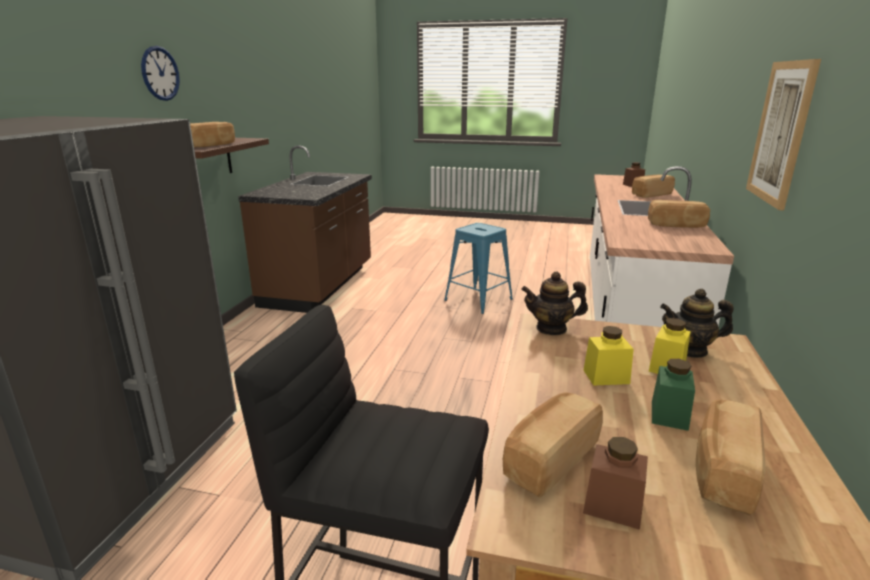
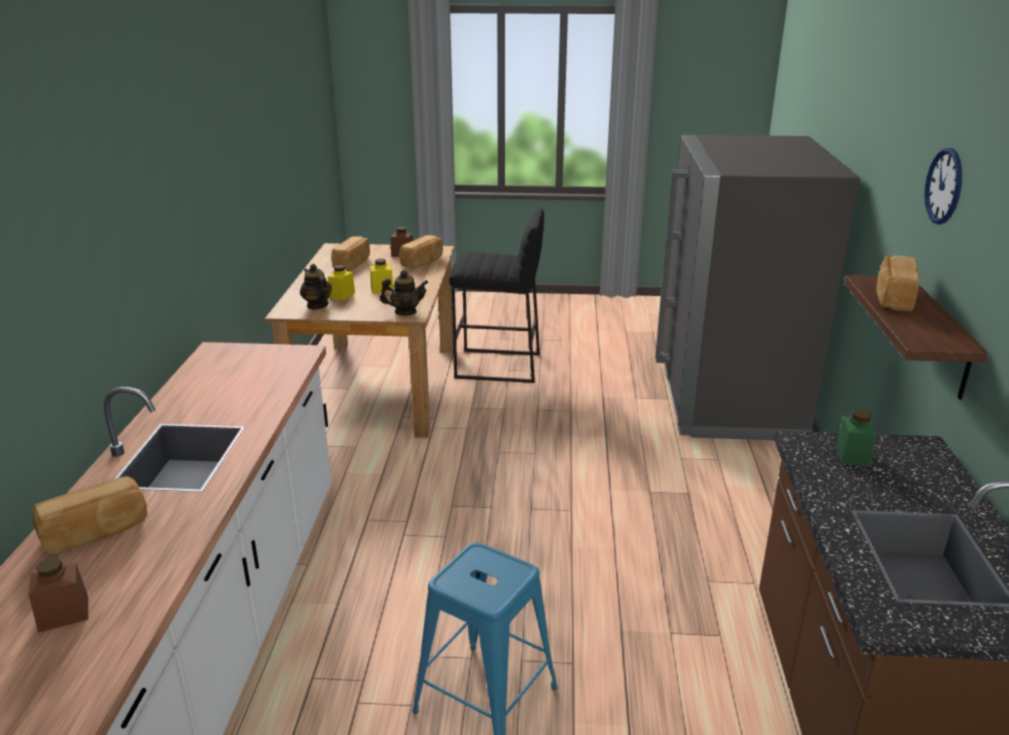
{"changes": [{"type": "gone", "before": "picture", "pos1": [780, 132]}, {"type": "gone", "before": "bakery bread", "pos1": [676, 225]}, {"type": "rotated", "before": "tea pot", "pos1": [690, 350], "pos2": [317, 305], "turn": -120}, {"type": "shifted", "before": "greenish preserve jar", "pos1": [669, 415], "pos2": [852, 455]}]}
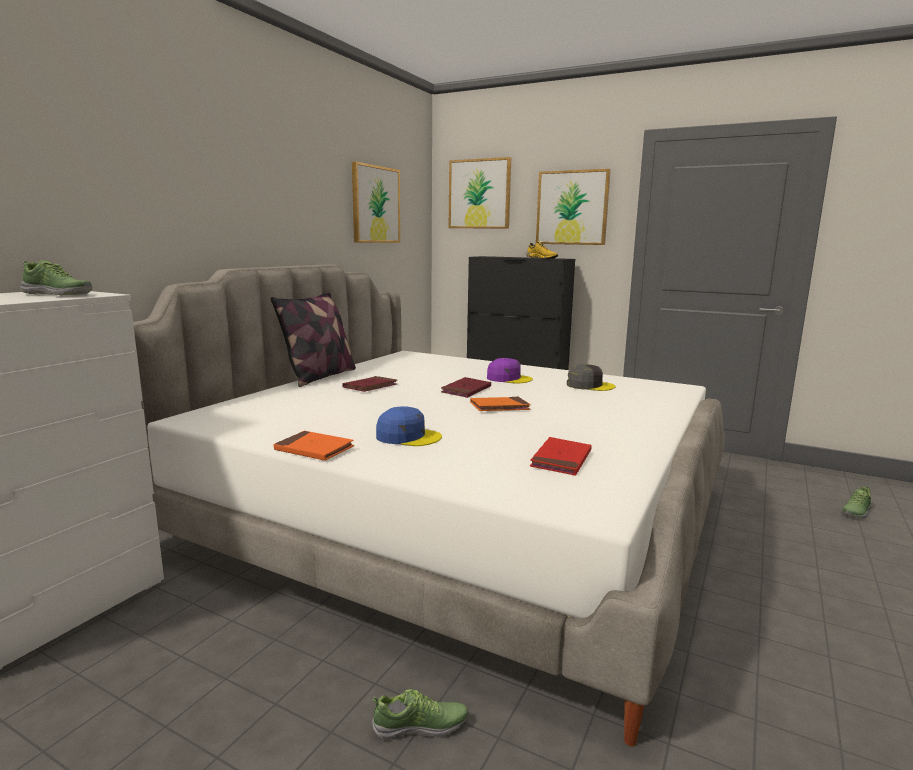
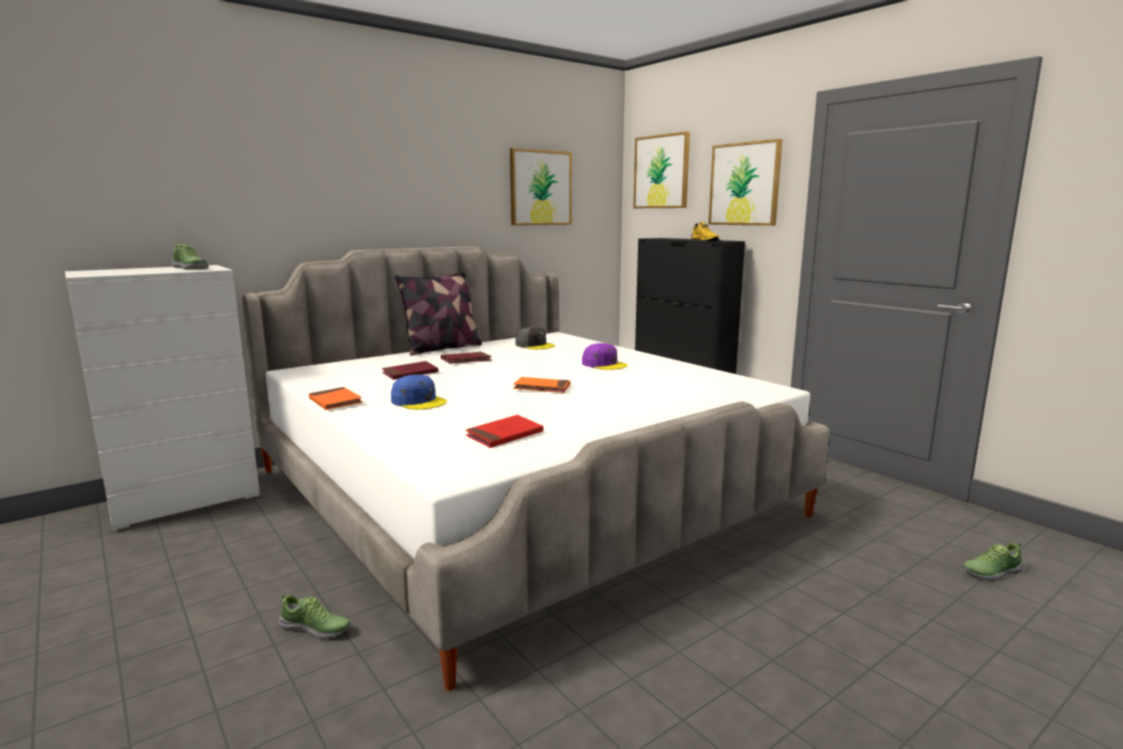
{"changes": [{"type": "shifted", "before": "gray baseball cap", "pos1": [589, 385], "pos2": [535, 345]}, {"type": "shifted", "before": "red book", "pos1": [466, 390], "pos2": [410, 373]}]}
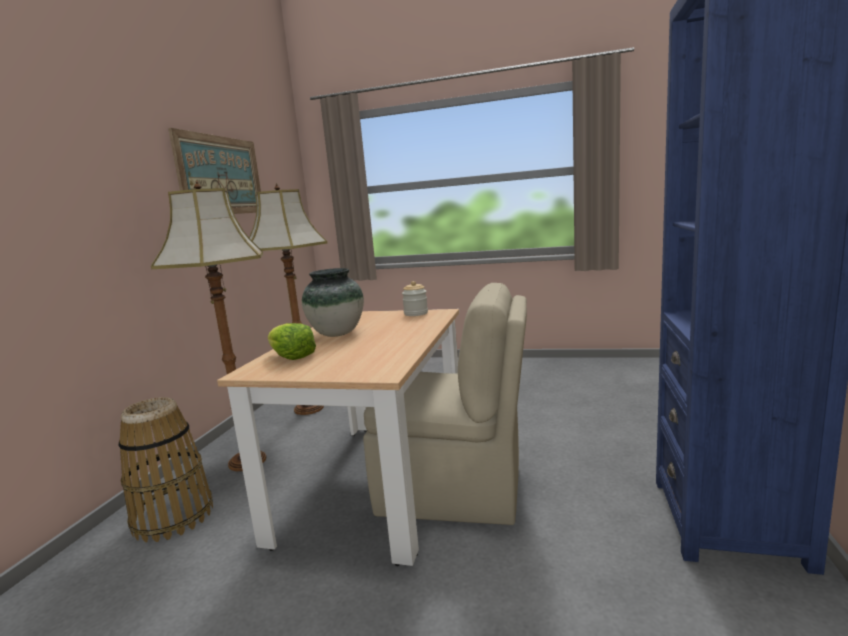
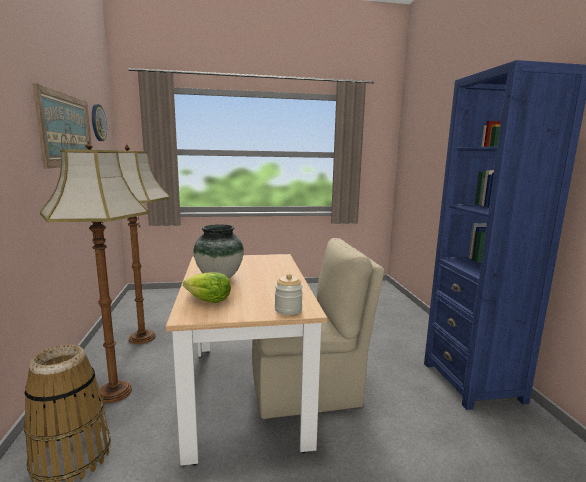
{"changes": [{"type": "shifted", "before": "preserve jar", "pos1": [416, 313], "pos2": [288, 309]}, {"type": "new", "after": "wall clock", "pos2": [98, 122]}]}
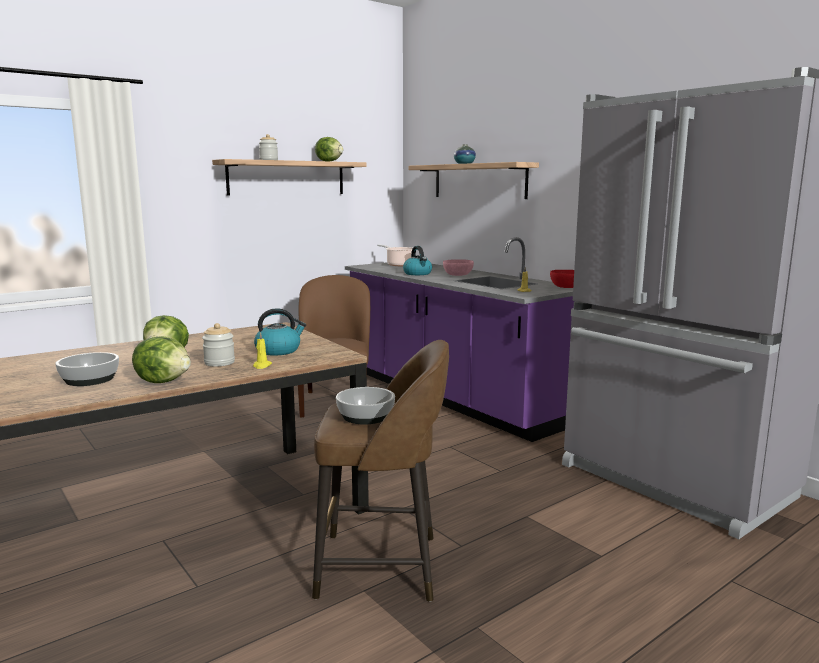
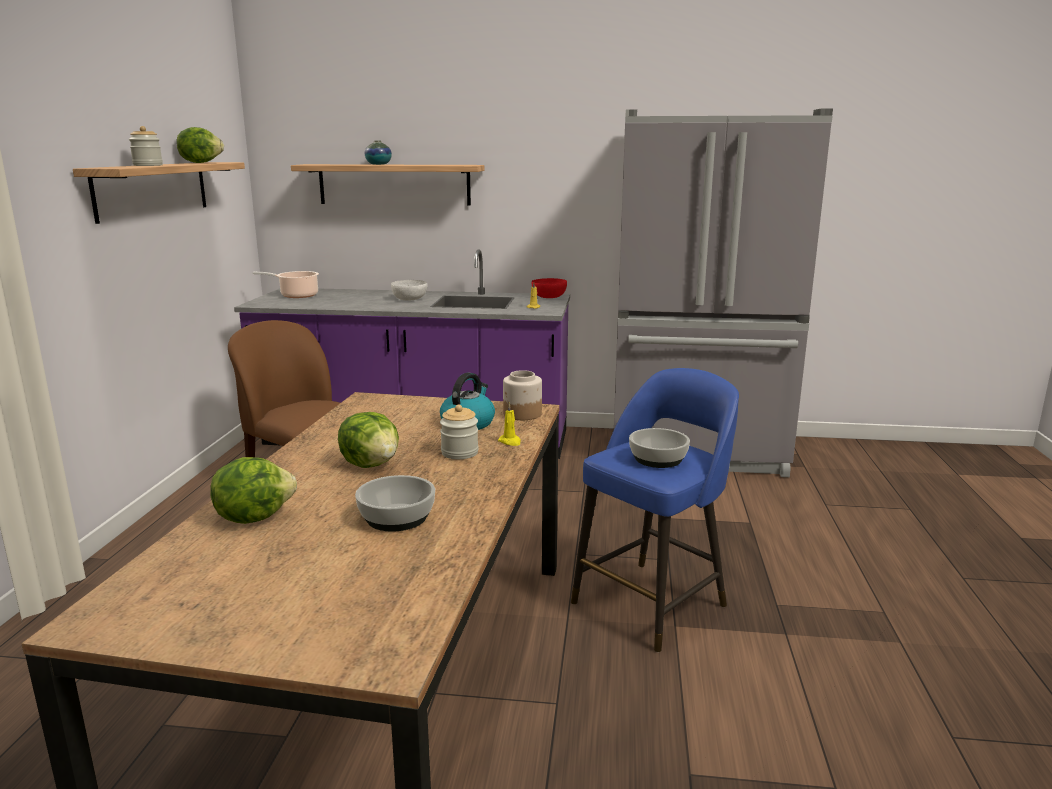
{"changes": [{"type": "gone", "before": "kettle", "pos1": [418, 273]}, {"type": "repainted", "before": "pink-coloured bowl", "after": "white-coloured bowl", "pos1": [458, 275], "pos2": [410, 299]}, {"type": "shifted", "before": "lettuce head", "pos1": [164, 381], "pos2": [254, 516]}, {"type": "repainted", "before": "brown stool seat", "after": "blue-coloured stool seat", "pos1": [382, 566], "pos2": [652, 602]}, {"type": "new", "after": "preserve jar", "pos2": [522, 414]}]}
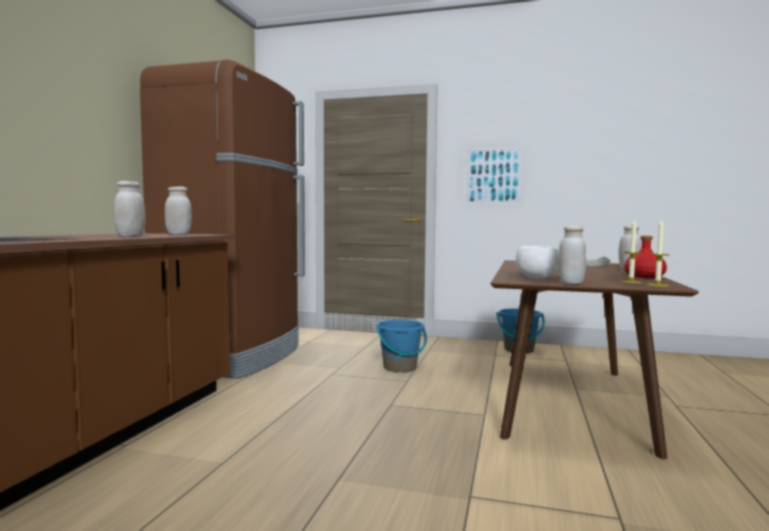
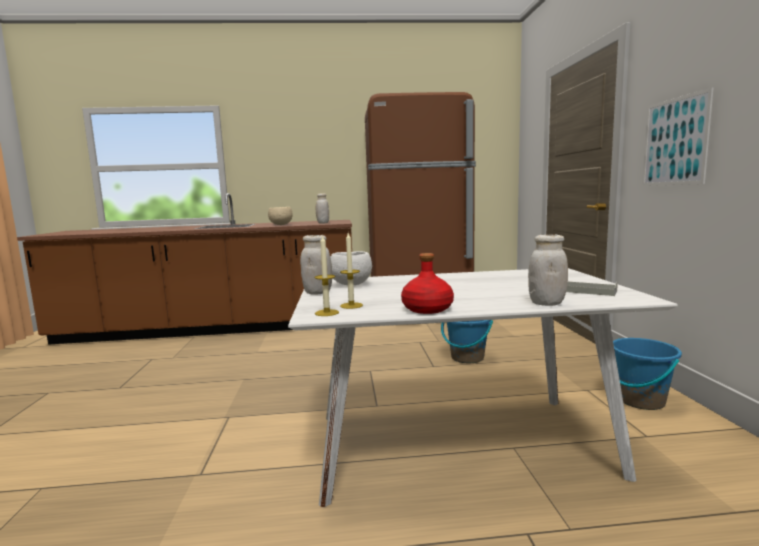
{"changes": [{"type": "swapped", "before": "white-coloured preserve jar", "after": "beige bowl", "pos1": [130, 236], "pos2": [281, 225]}, {"type": "repainted", "before": "brown kitchen table", "after": "white-coloured kitchen table", "pos1": [571, 401], "pos2": [459, 446]}]}
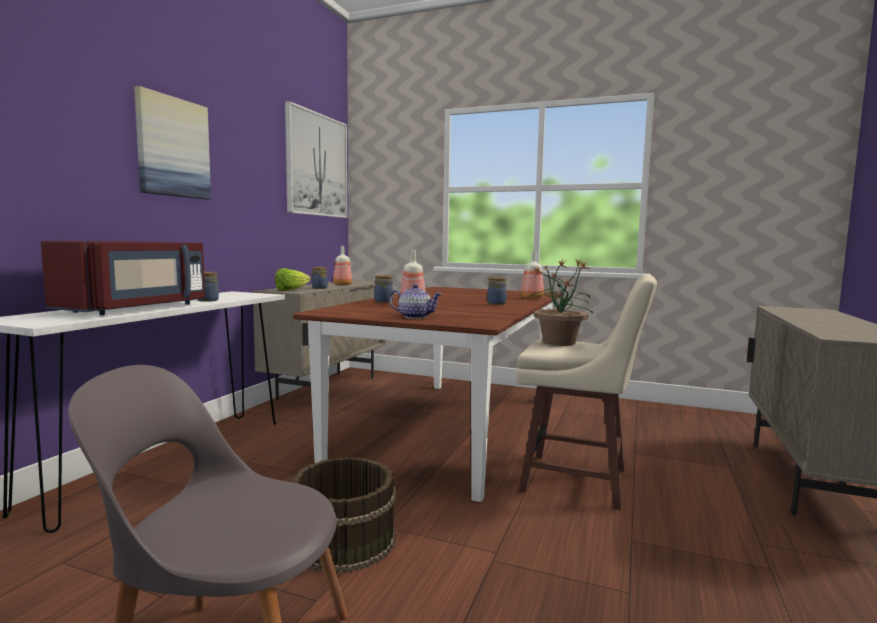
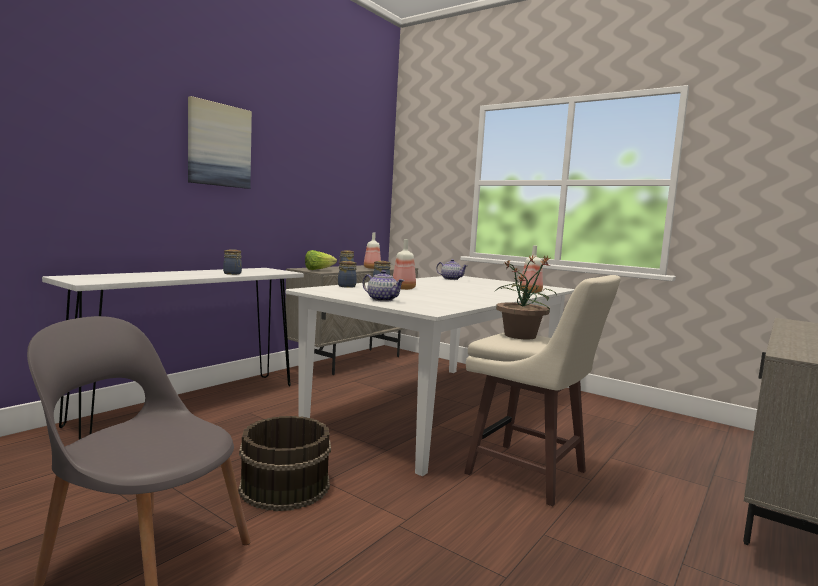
{"changes": [{"type": "gone", "before": "picture", "pos1": [317, 165]}, {"type": "gone", "before": "red microwave", "pos1": [137, 308]}, {"type": "shifted", "before": "preserve jar", "pos1": [496, 303], "pos2": [347, 286]}, {"type": "repainted", "before": "brown kitchen table", "after": "white-coloured kitchen table", "pos1": [451, 428], "pos2": [440, 409]}, {"type": "new", "after": "tea pot", "pos2": [451, 279]}]}
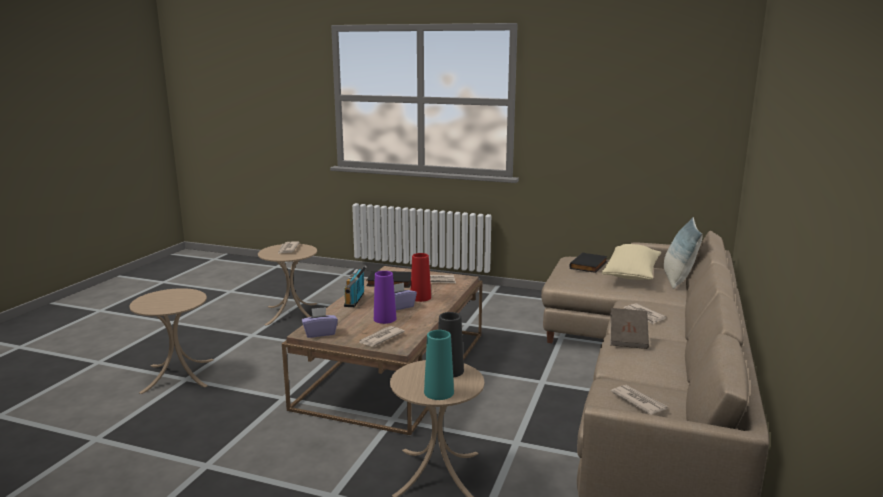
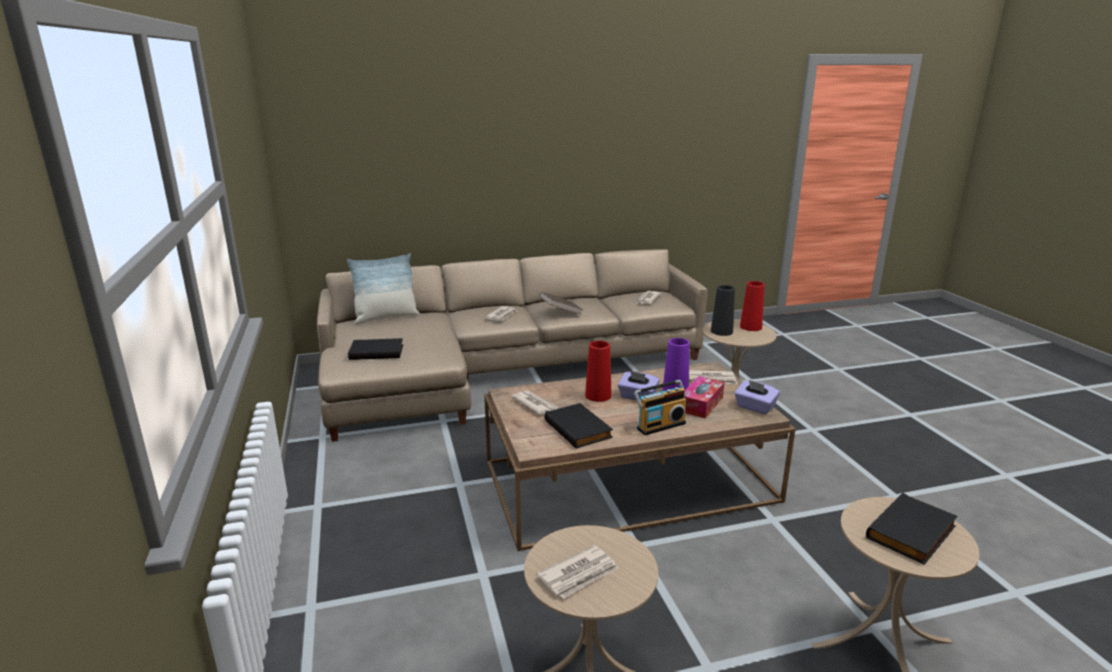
{"changes": [{"type": "gone", "before": "beige cushion", "pos1": [631, 274]}, {"type": "repainted", "before": "blue-green decorative vase", "after": "red decorative vase", "pos1": [439, 392], "pos2": [750, 327]}, {"type": "new", "after": "tissue holder", "pos2": [701, 404]}, {"type": "new", "after": "blackish book", "pos2": [912, 533]}]}
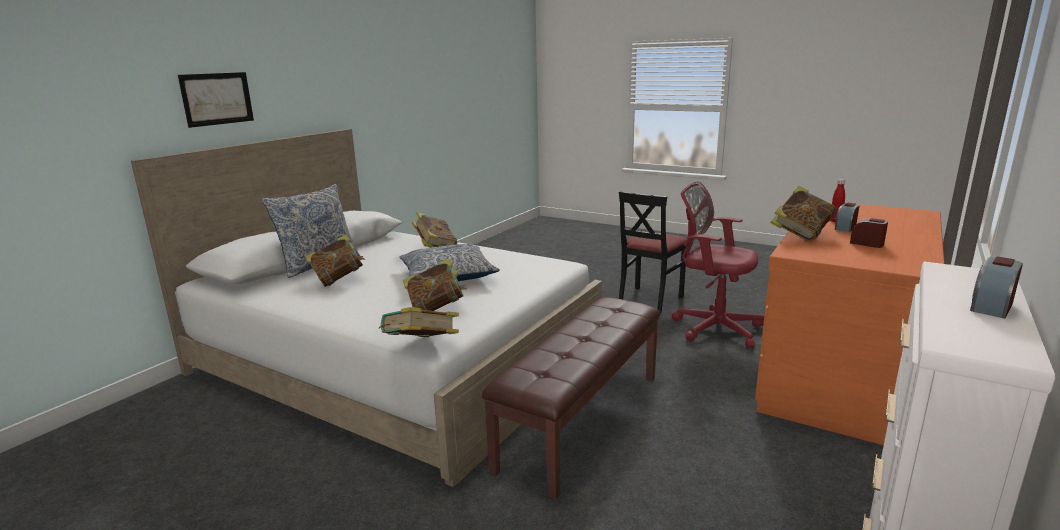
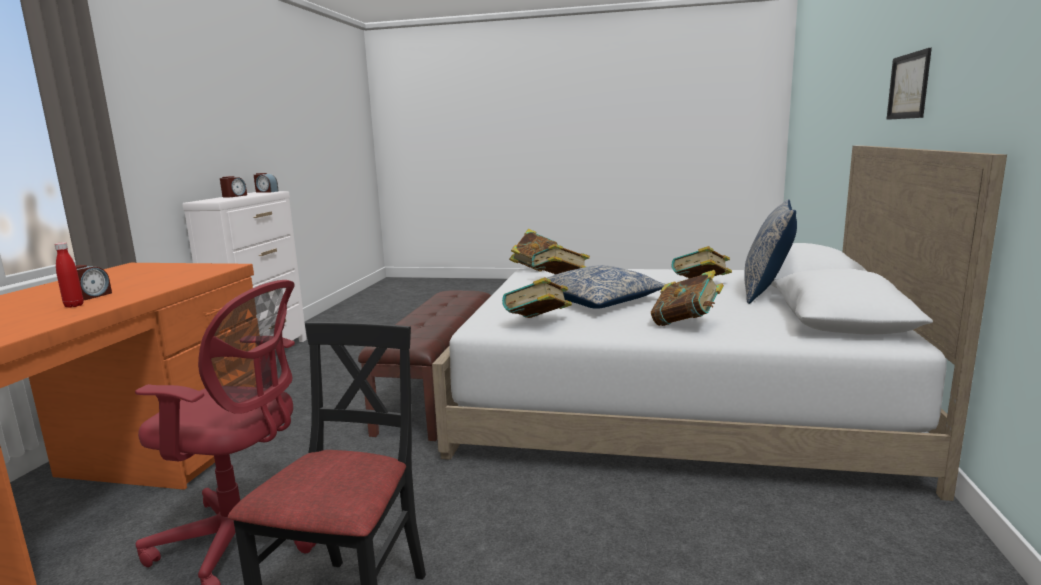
{"changes": [{"type": "shifted", "before": "book", "pos1": [800, 234], "pos2": [537, 324]}, {"type": "shifted", "before": "alarm clock", "pos1": [867, 244], "pos2": [266, 191]}]}
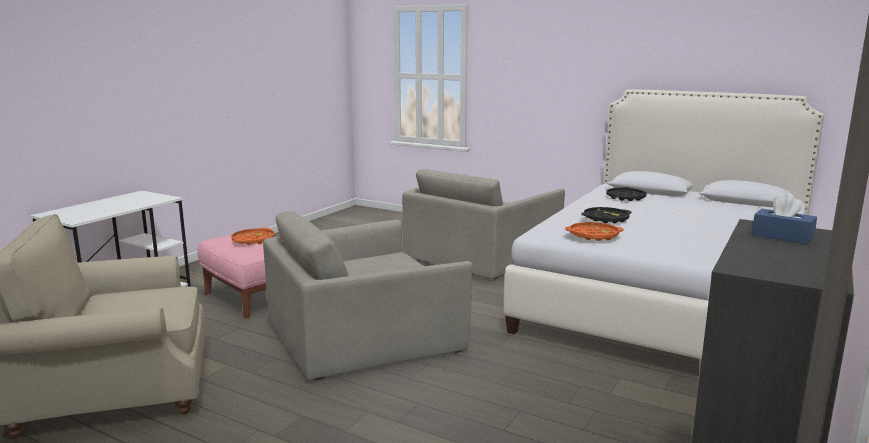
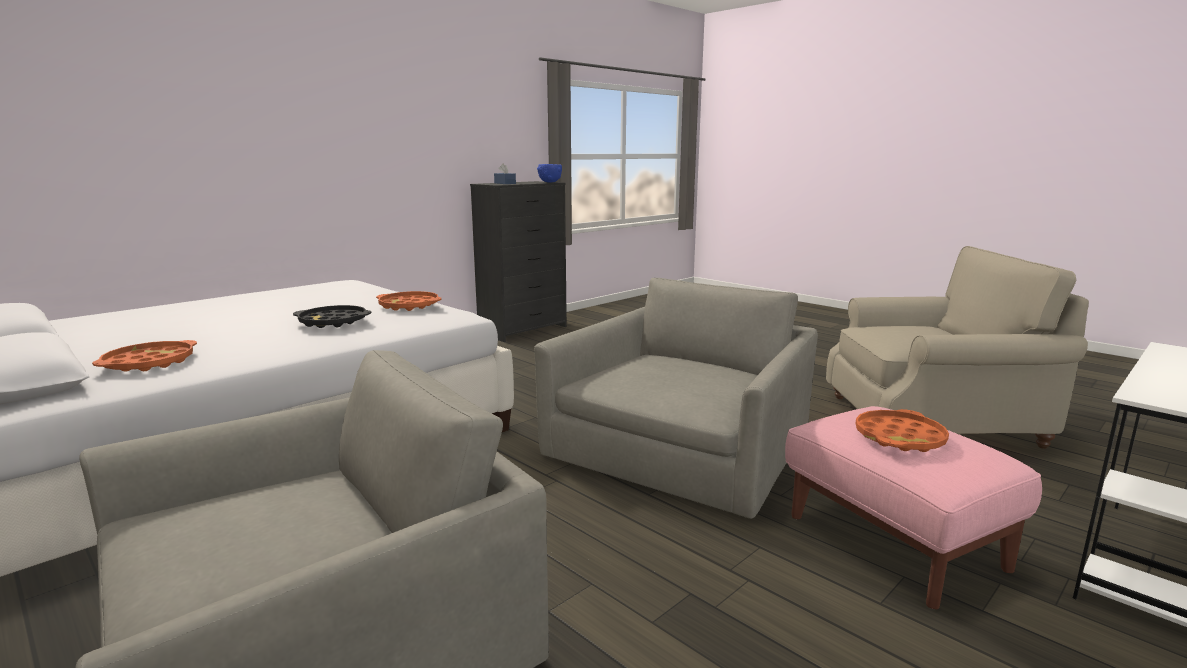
{"changes": [{"type": "repainted", "before": "blackish serving tray", "after": "orange-coloured serving tray", "pos1": [625, 197], "pos2": [149, 363]}, {"type": "rotated", "before": "gray armchair", "pos1": [364, 333], "pos2": [682, 449], "turn": -45}, {"type": "new", "after": "blue-coloured bowl", "pos2": [550, 182]}]}
